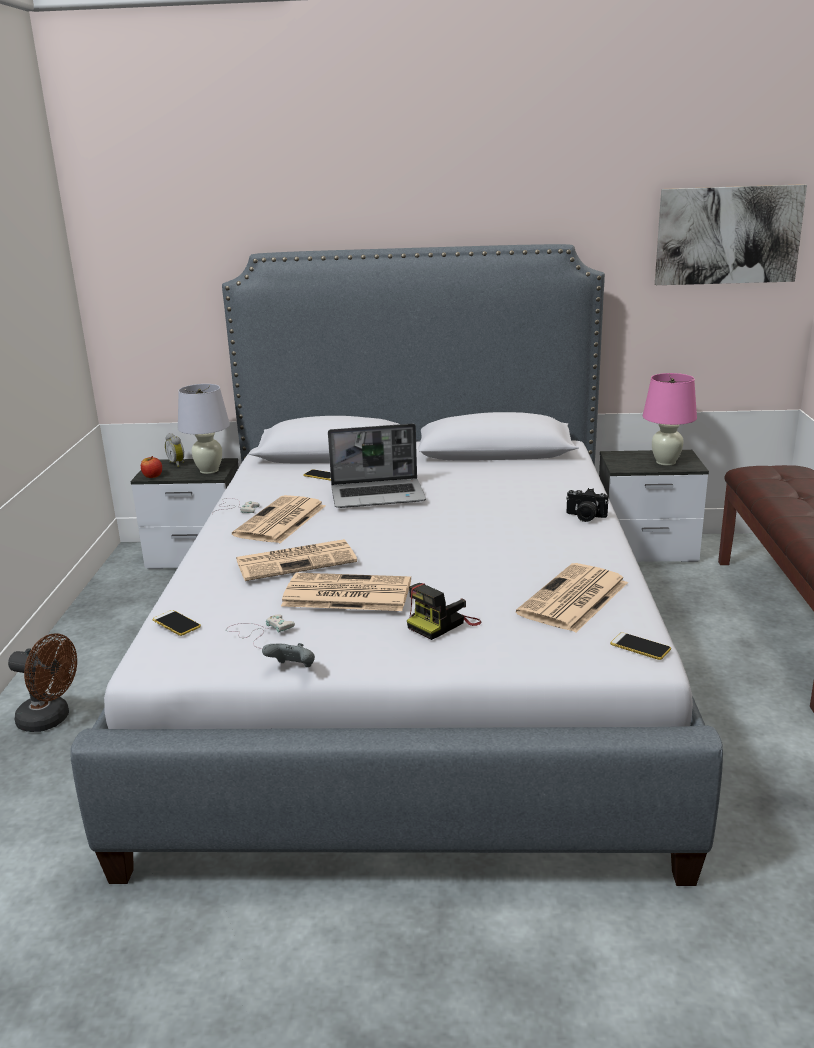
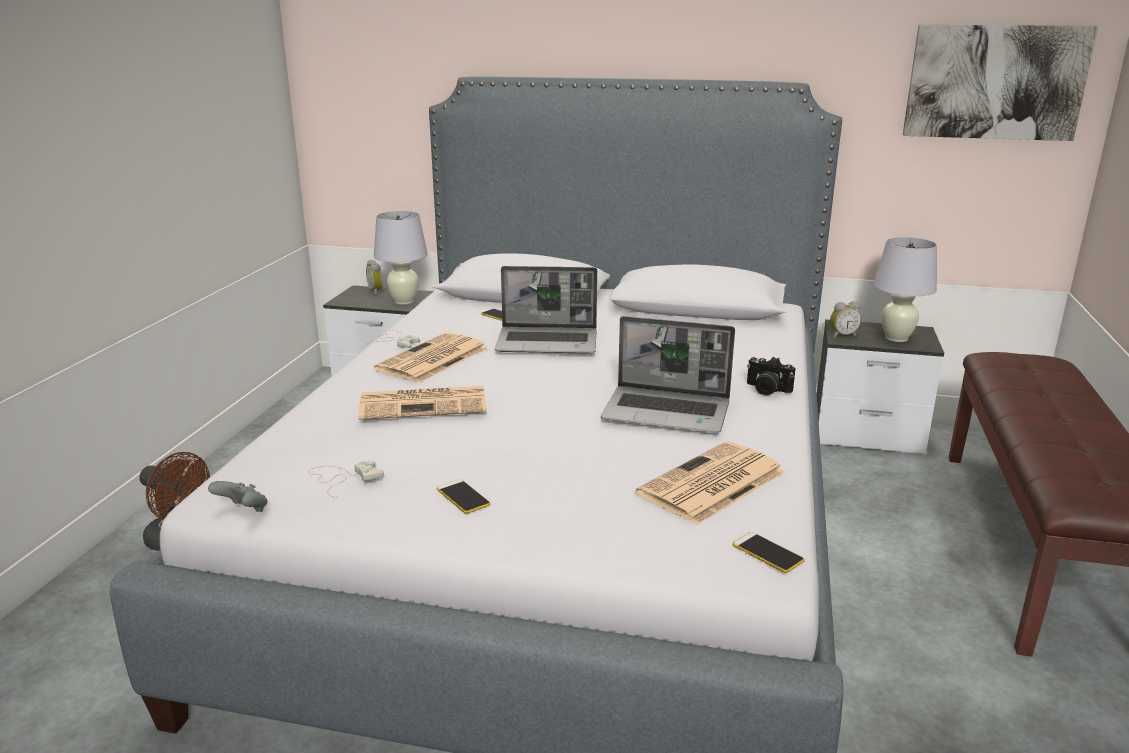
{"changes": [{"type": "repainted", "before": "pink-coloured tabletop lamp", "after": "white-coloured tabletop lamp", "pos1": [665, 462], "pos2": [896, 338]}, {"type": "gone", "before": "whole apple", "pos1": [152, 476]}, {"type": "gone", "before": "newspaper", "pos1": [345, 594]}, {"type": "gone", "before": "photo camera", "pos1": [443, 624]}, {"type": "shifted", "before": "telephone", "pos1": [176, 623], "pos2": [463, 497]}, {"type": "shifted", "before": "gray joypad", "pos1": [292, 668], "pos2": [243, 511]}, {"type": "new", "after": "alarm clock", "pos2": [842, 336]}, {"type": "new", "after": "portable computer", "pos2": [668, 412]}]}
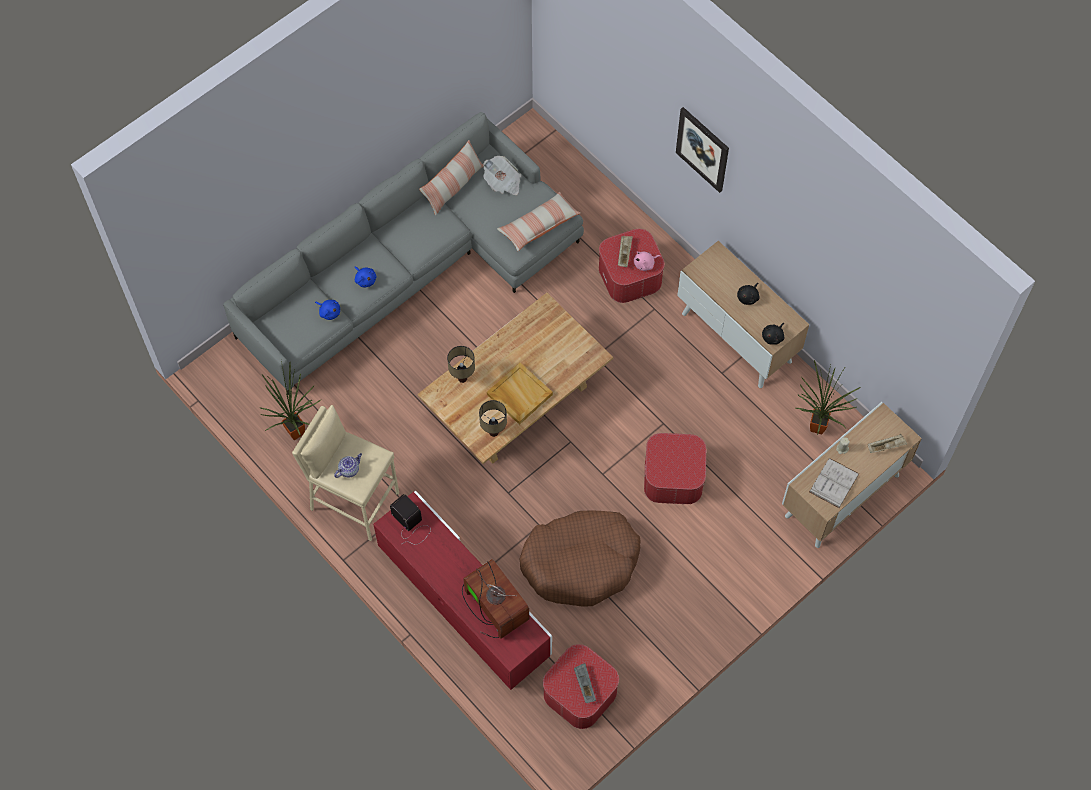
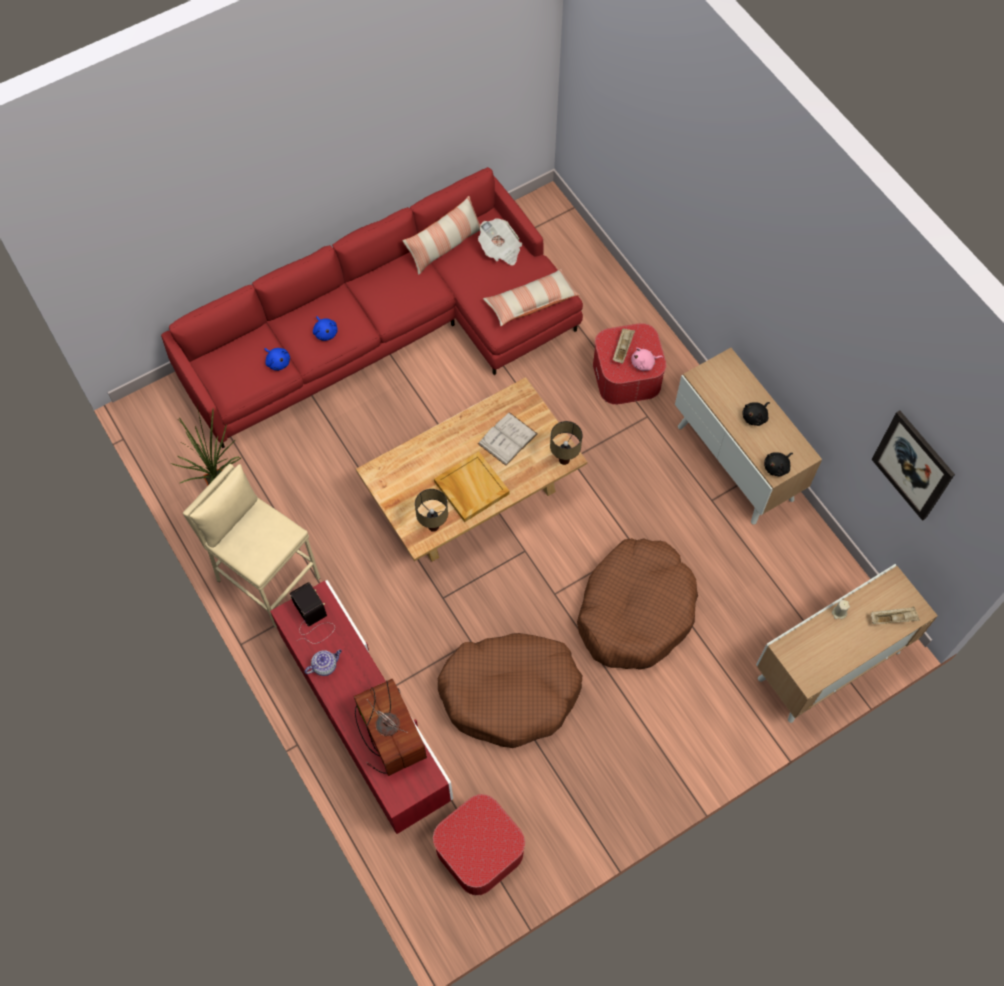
{"changes": [{"type": "shifted", "before": "picture", "pos1": [702, 149], "pos2": [913, 465]}, {"type": "repainted", "before": "gray sofa", "after": "red sofa", "pos1": [412, 267], "pos2": [388, 331]}, {"type": "shifted", "before": "tabletop lamp", "pos1": [462, 378], "pos2": [564, 459]}, {"type": "gone", "before": "houseplant", "pos1": [816, 430]}, {"type": "swapped", "before": "ottoman", "after": "brown dog bed", "pos1": [673, 477], "pos2": [635, 610]}, {"type": "shifted", "before": "tea pot", "pos1": [349, 469], "pos2": [325, 665]}, {"type": "shifted", "before": "white-coloured book", "pos1": [834, 483], "pos2": [507, 438]}, {"type": "gone", "before": "gray serving tray", "pos1": [584, 685]}]}
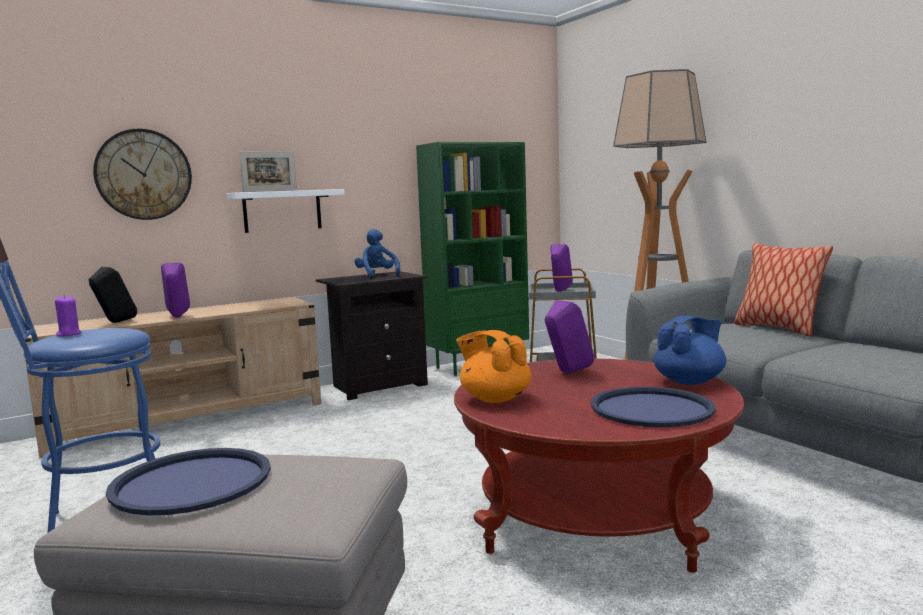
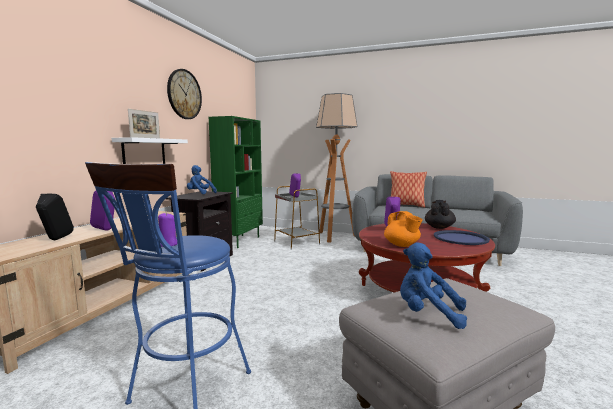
{"changes": [{"type": "shifted", "before": "wall clock", "pos1": [143, 174], "pos2": [184, 94]}, {"type": "repainted", "before": "blue-coloured tea pot", "after": "blackish tea pot", "pos1": [690, 381], "pos2": [439, 227]}, {"type": "rotated", "before": "orange-coloured tea pot", "pos1": [494, 398], "pos2": [402, 245], "turn": -120}, {"type": "swapped", "before": "blue-coloured serving tray", "after": "blue-coloured cuddly toy", "pos1": [191, 482], "pos2": [427, 314]}]}
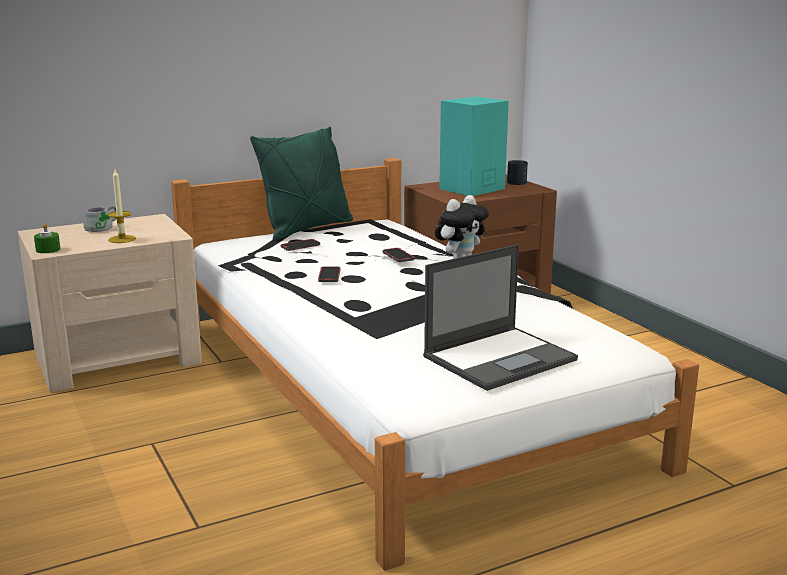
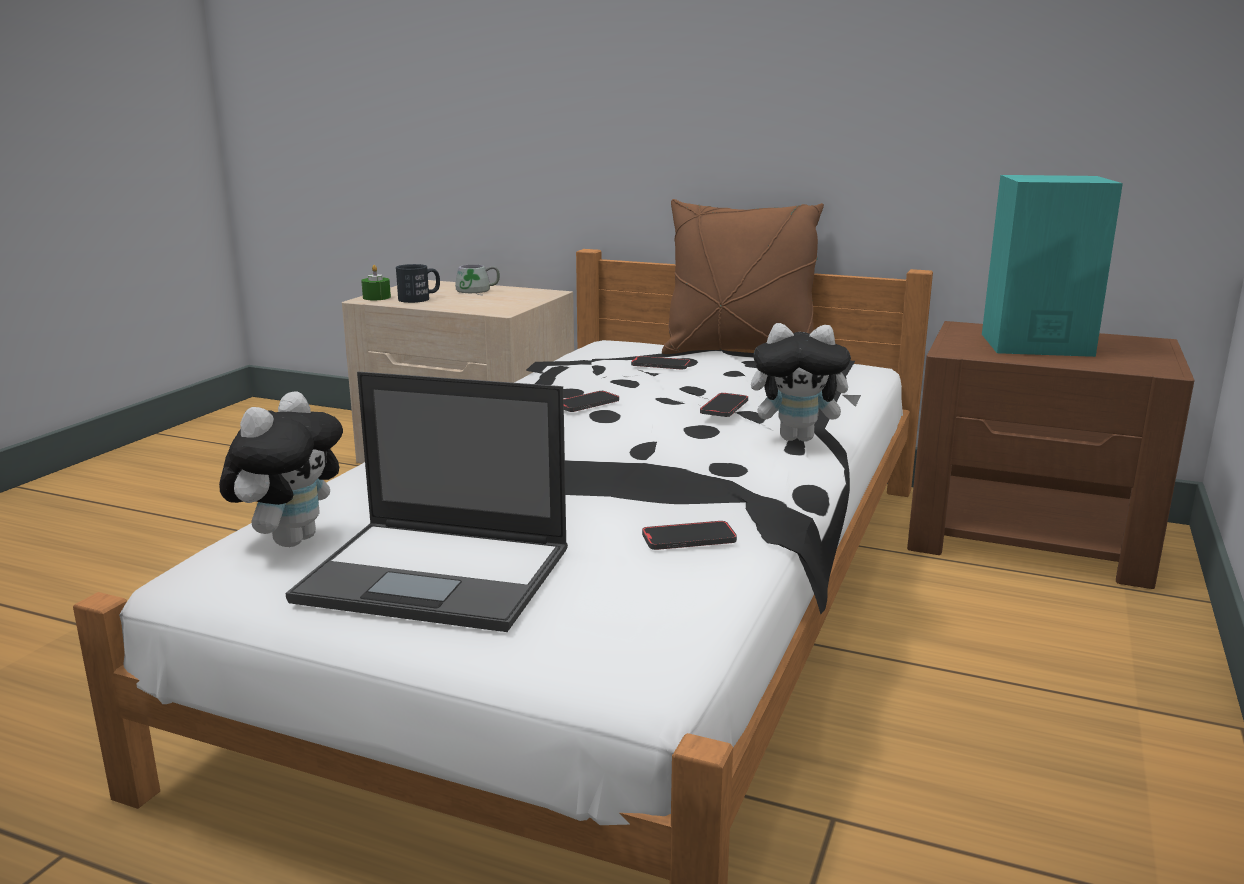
{"changes": [{"type": "repainted", "before": "greenish cushion", "after": "brown cushion", "pos1": [306, 229], "pos2": [739, 351]}, {"type": "shifted", "before": "blackish mug", "pos1": [516, 181], "pos2": [420, 298]}, {"type": "gone", "before": "wax candle", "pos1": [122, 239]}, {"type": "new", "after": "cuddly toy", "pos2": [291, 539]}, {"type": "new", "after": "telephone", "pos2": [689, 539]}]}
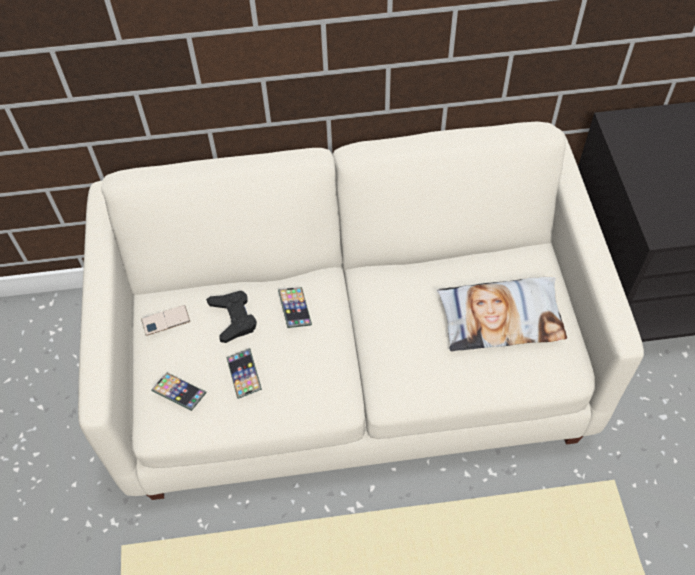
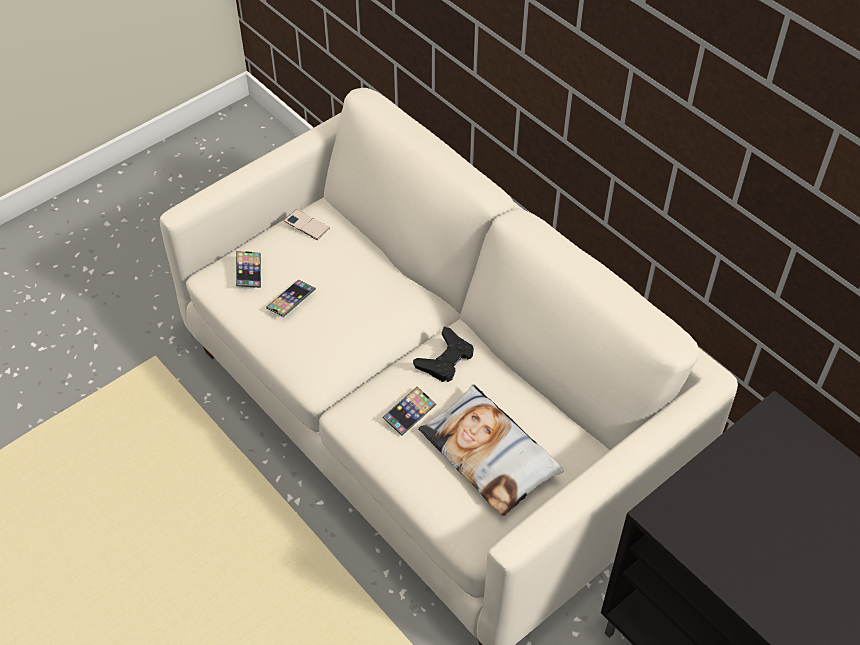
{"changes": [{"type": "shifted", "before": "telephone", "pos1": [295, 309], "pos2": [409, 413]}, {"type": "shifted", "before": "blackish joypad", "pos1": [233, 318], "pos2": [445, 359]}]}
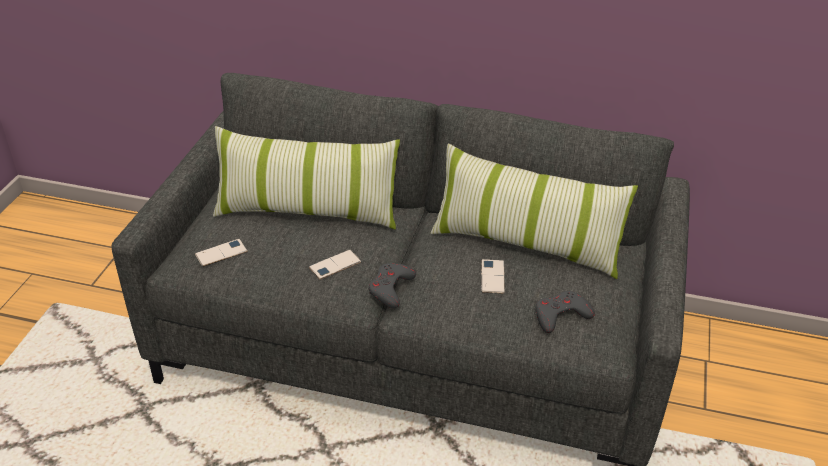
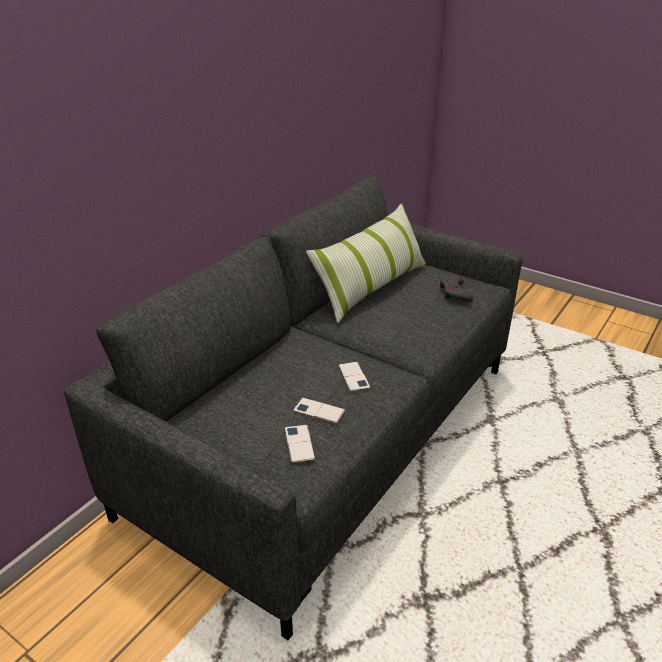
{"changes": [{"type": "gone", "before": "cushion", "pos1": [307, 211]}, {"type": "shifted", "before": "telephone", "pos1": [492, 276], "pos2": [319, 411]}, {"type": "gone", "before": "gray joypad", "pos1": [391, 288]}]}
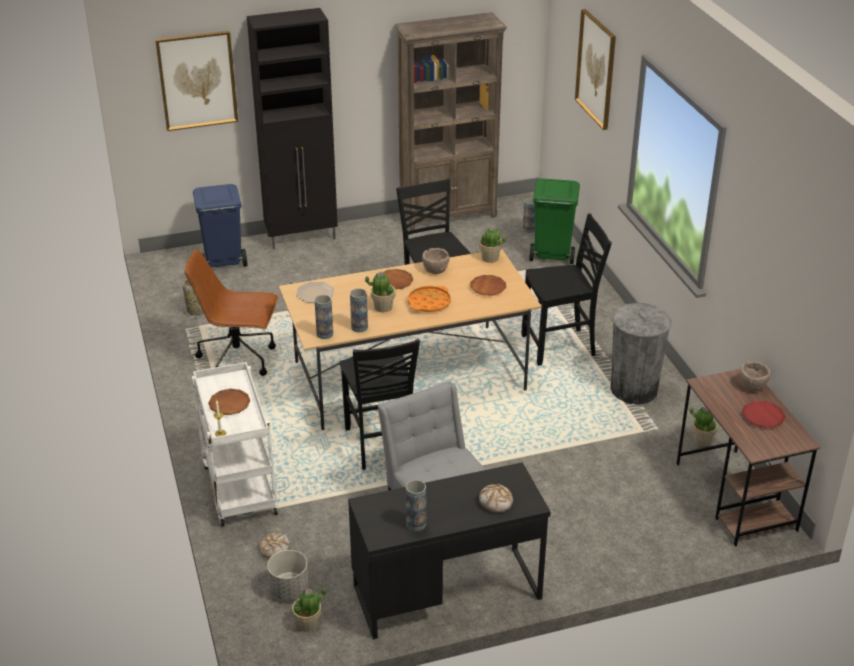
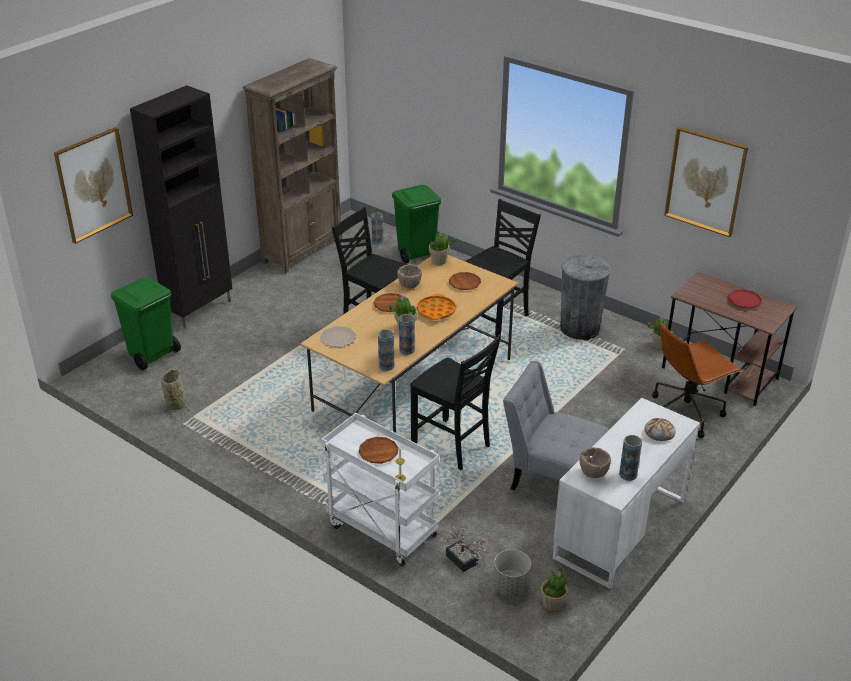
{"changes": [{"type": "shifted", "before": "picture", "pos1": [596, 69], "pos2": [705, 181]}, {"type": "repainted", "before": "blue-coloured waste bin", "after": "greenish waste bin", "pos1": [223, 262], "pos2": [151, 355]}, {"type": "shifted", "before": "brown computer chair", "pos1": [239, 359], "pos2": [686, 412]}, {"type": "shifted", "before": "brown bowl", "pos1": [752, 386], "pos2": [594, 472]}, {"type": "repainted", "before": "blackish desk", "after": "white-coloured desk", "pos1": [446, 592], "pos2": [619, 528]}, {"type": "swapped", "before": "bakery bread", "after": "houseplant", "pos1": [274, 549], "pos2": [463, 562]}]}
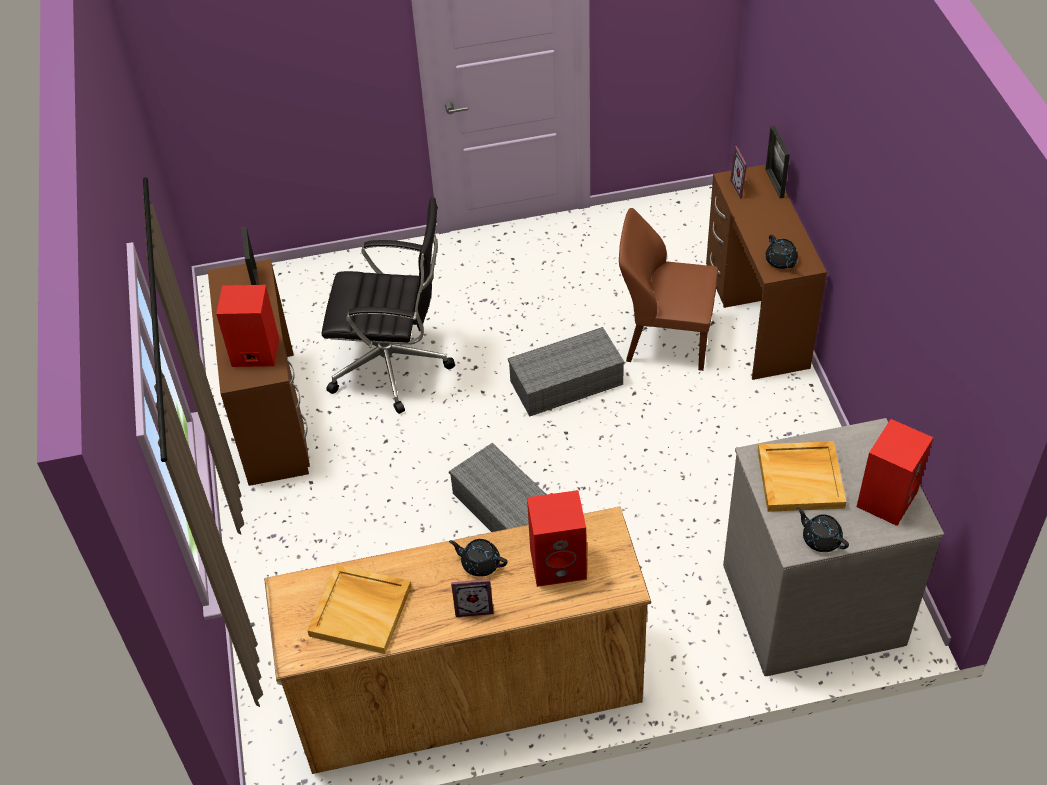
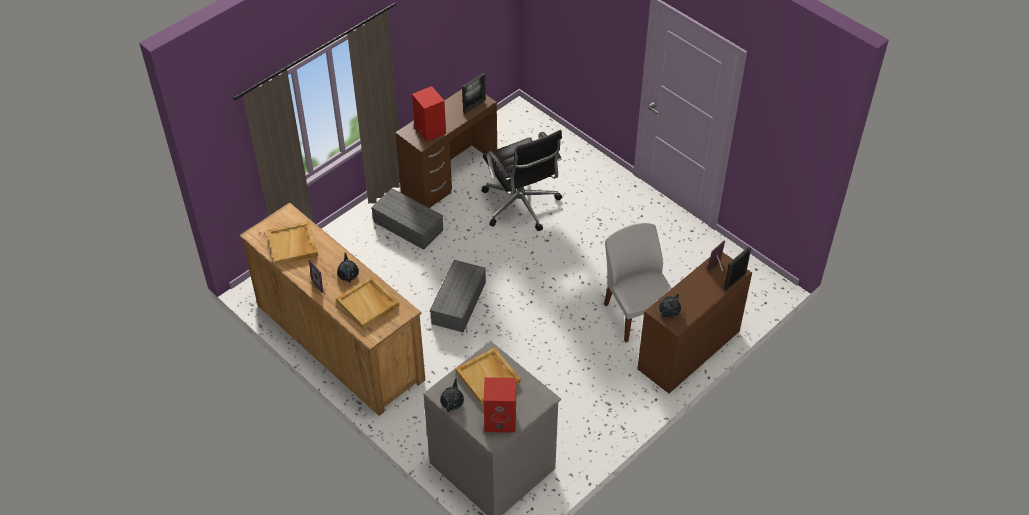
{"changes": [{"type": "repainted", "before": "brown plain chair", "after": "white-coloured plain chair", "pos1": [665, 339], "pos2": [636, 314]}, {"type": "shifted", "before": "gray storage box", "pos1": [565, 384], "pos2": [407, 226]}, {"type": "swapped", "before": "red audio speaker", "after": "beige serving tray", "pos1": [559, 563], "pos2": [368, 304]}]}
